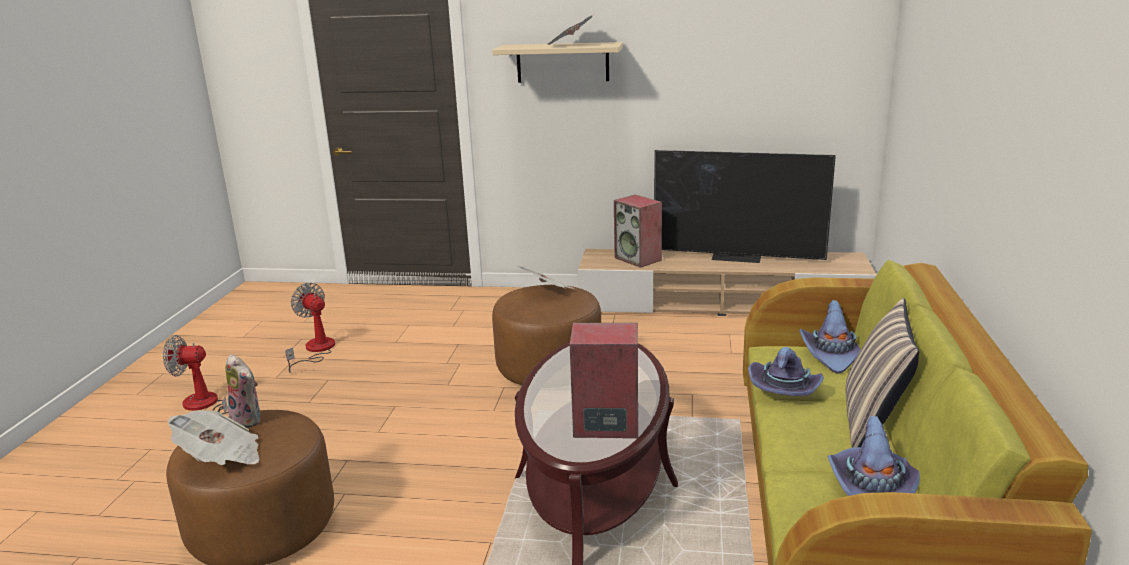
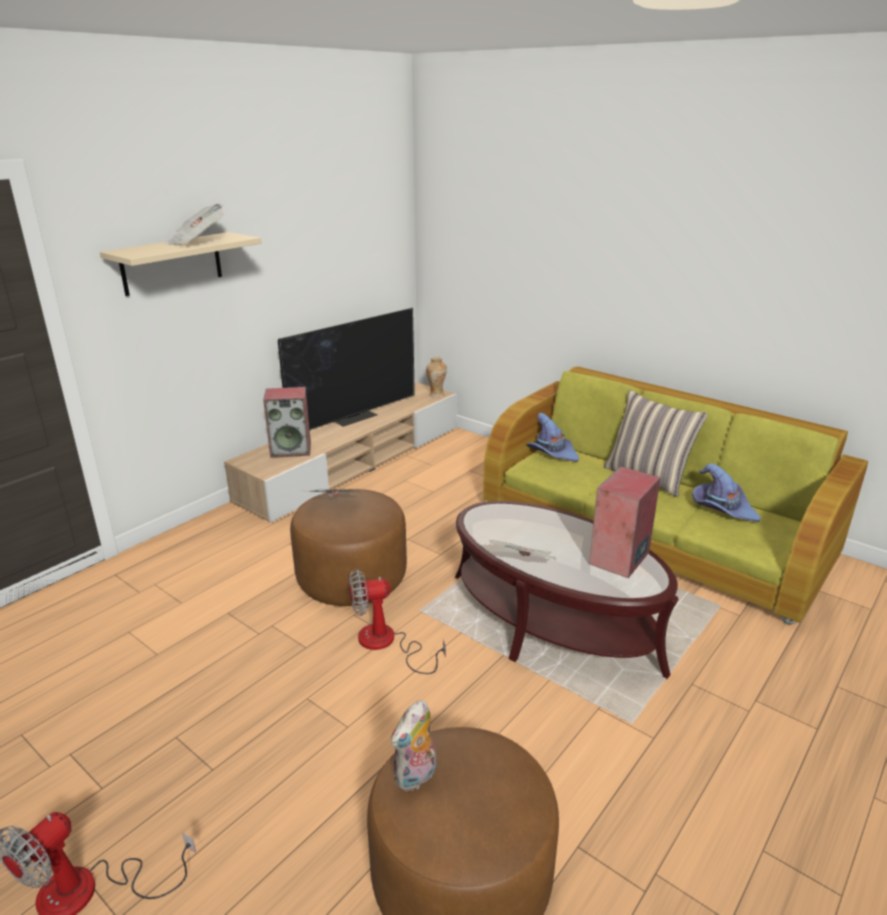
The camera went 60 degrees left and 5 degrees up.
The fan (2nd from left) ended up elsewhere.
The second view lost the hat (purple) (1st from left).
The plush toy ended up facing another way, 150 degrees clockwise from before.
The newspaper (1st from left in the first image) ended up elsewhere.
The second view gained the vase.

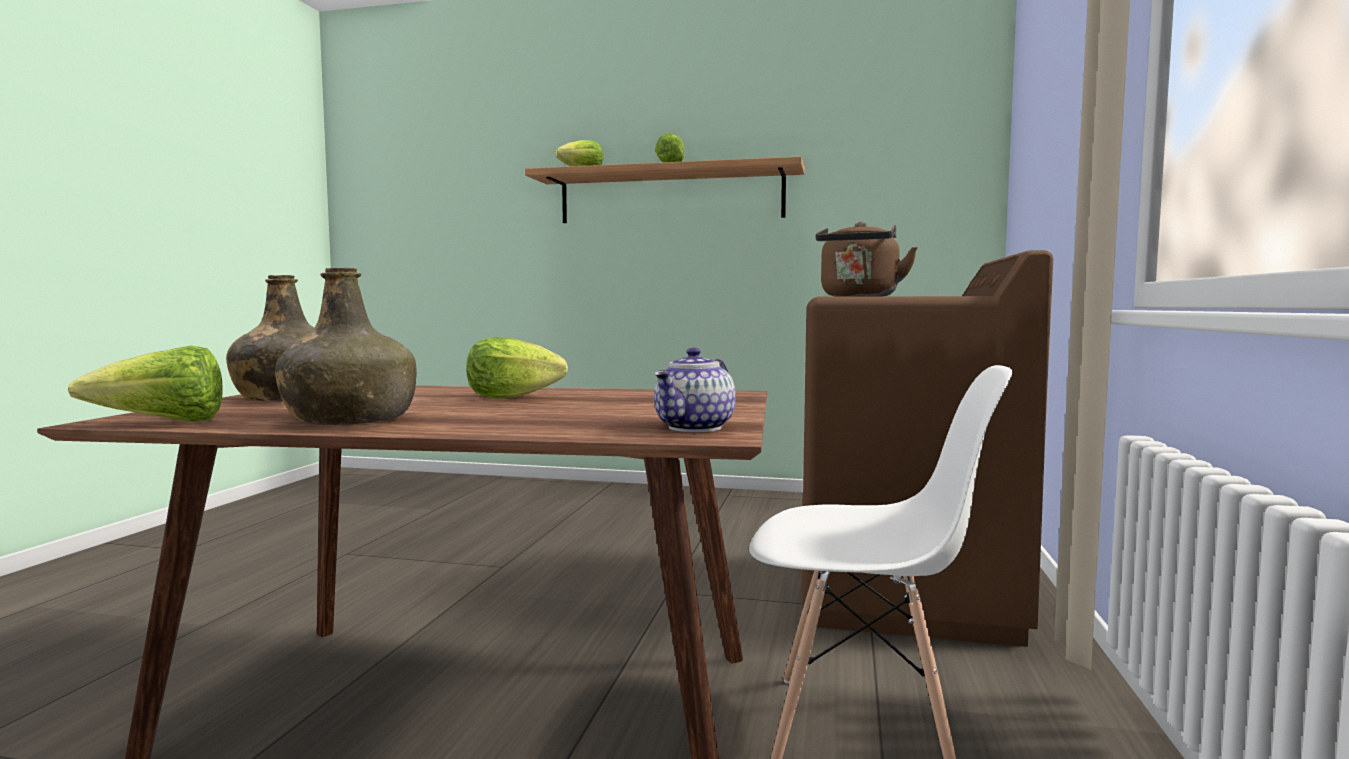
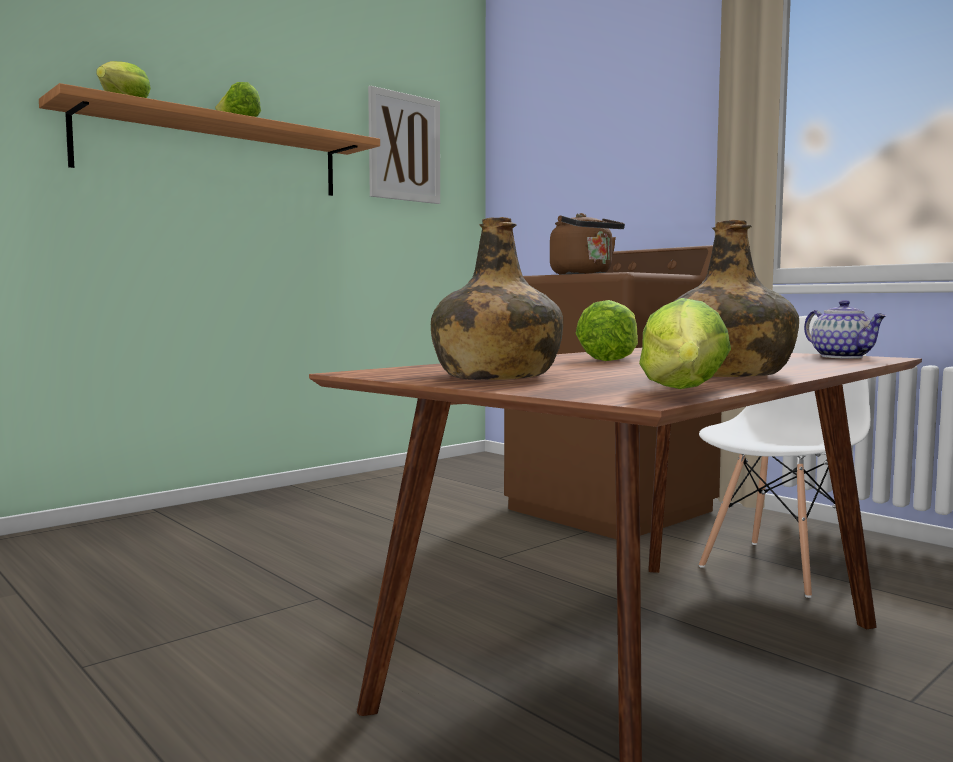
The camera went 55 degrees left and 0 degrees up.
The second view gained the picture.

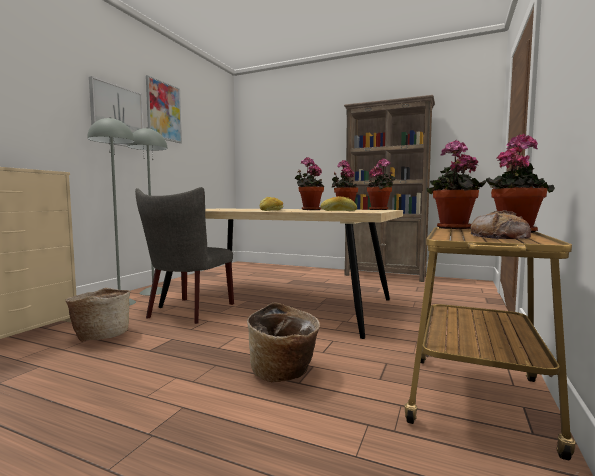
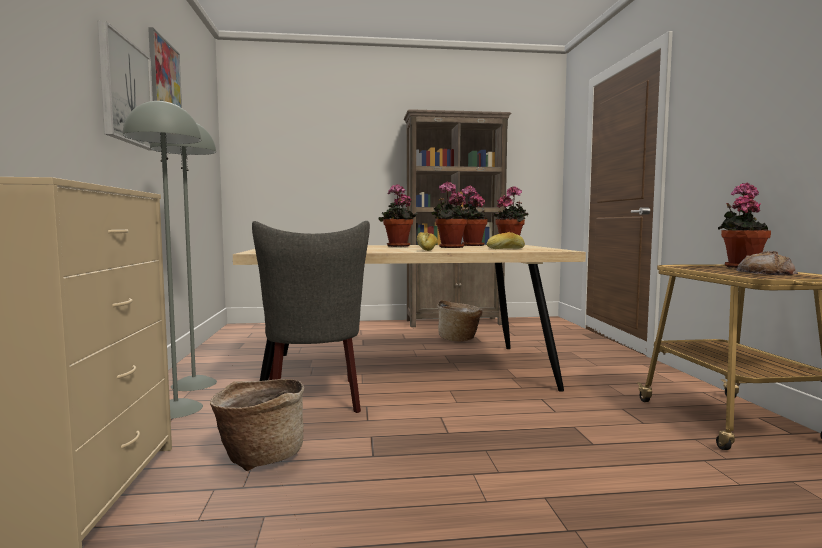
The camera went 30 degrees left and 0 degrees up.
The potted plant (4th from left in the first image) ended up elsewhere.
The basket (2nd from left) ended up elsewhere.

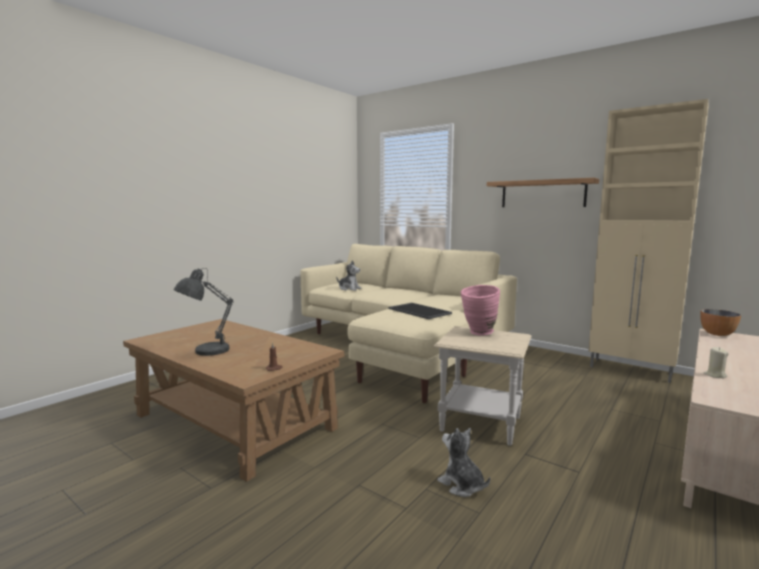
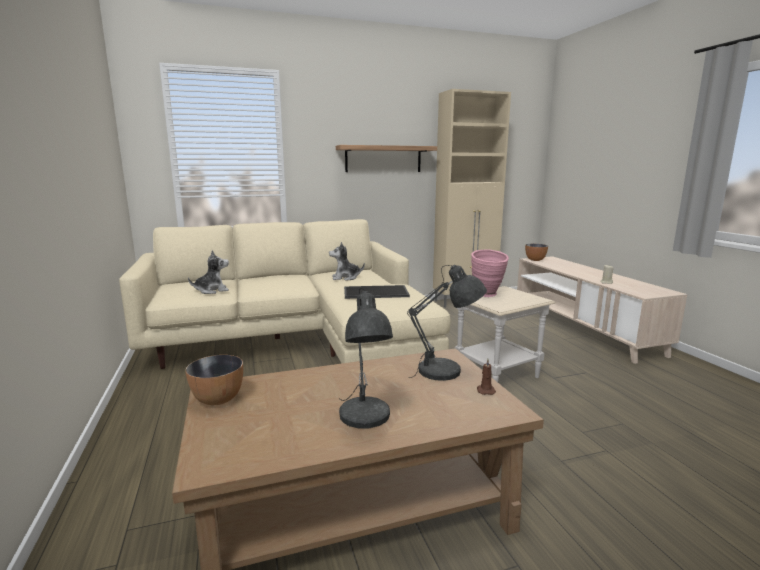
The camera went 55 degrees left and 5 degrees up.
The plush toy (2nd from left) ended up elsewhere.
The second view gained the table lamp (grey) (2nd from left).
The second view gained the bowl (1st from left).

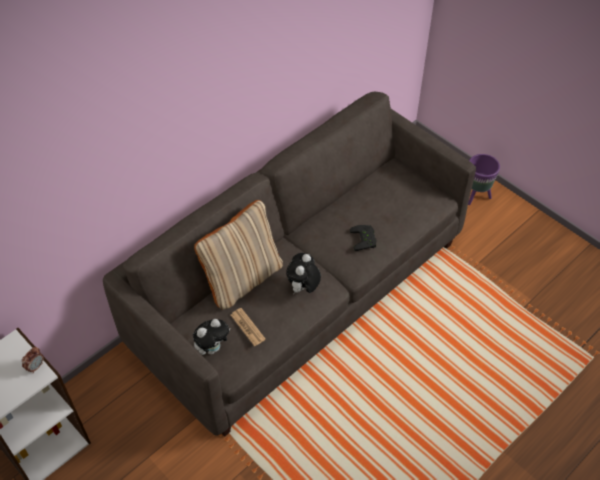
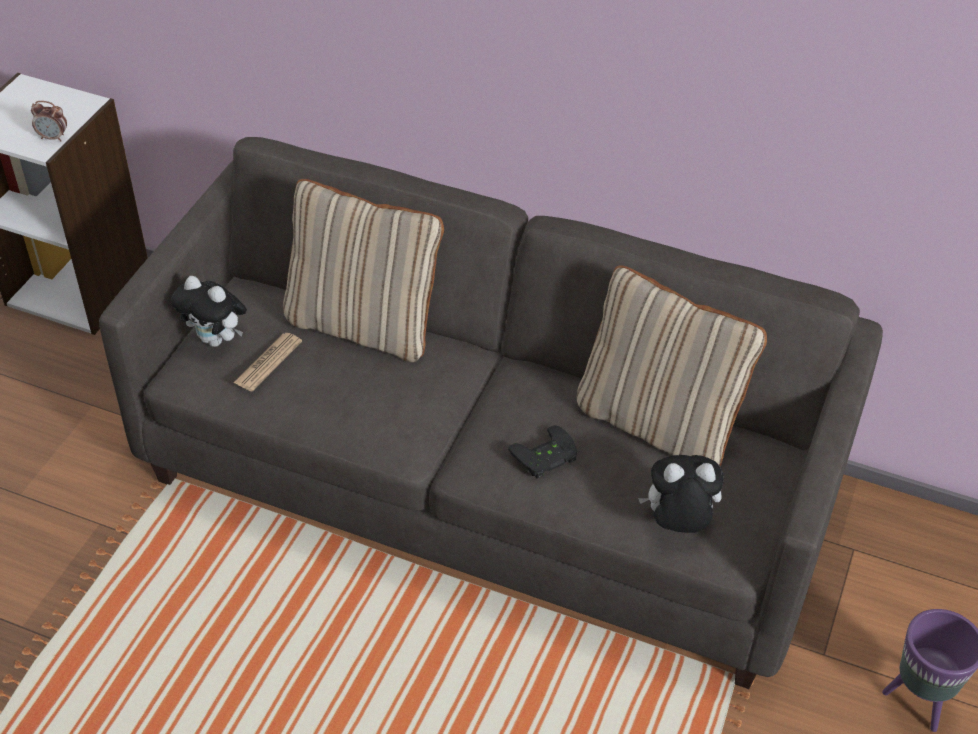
The camera went 65 degrees right and 5 degrees down.
The plush toy (2nd from left) ended up elsewhere.
The second view gained the pillow (beige) (2nd from left).

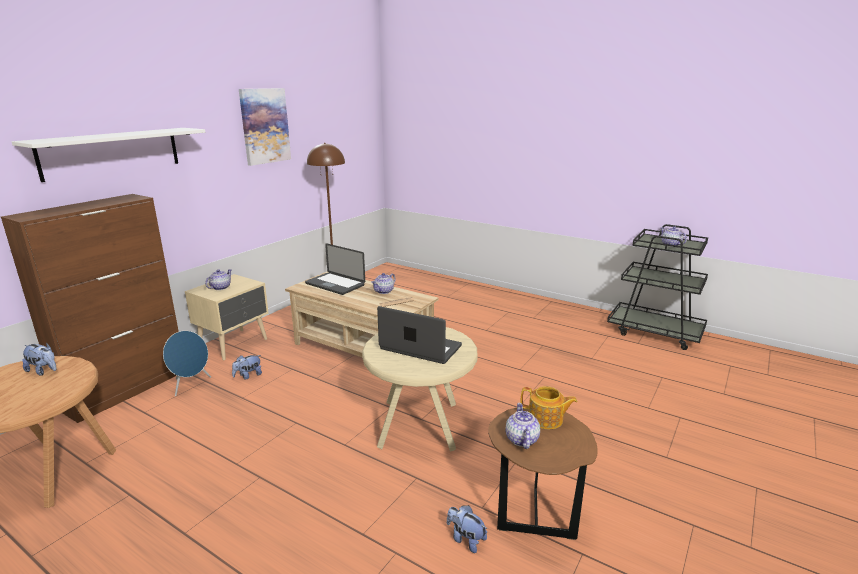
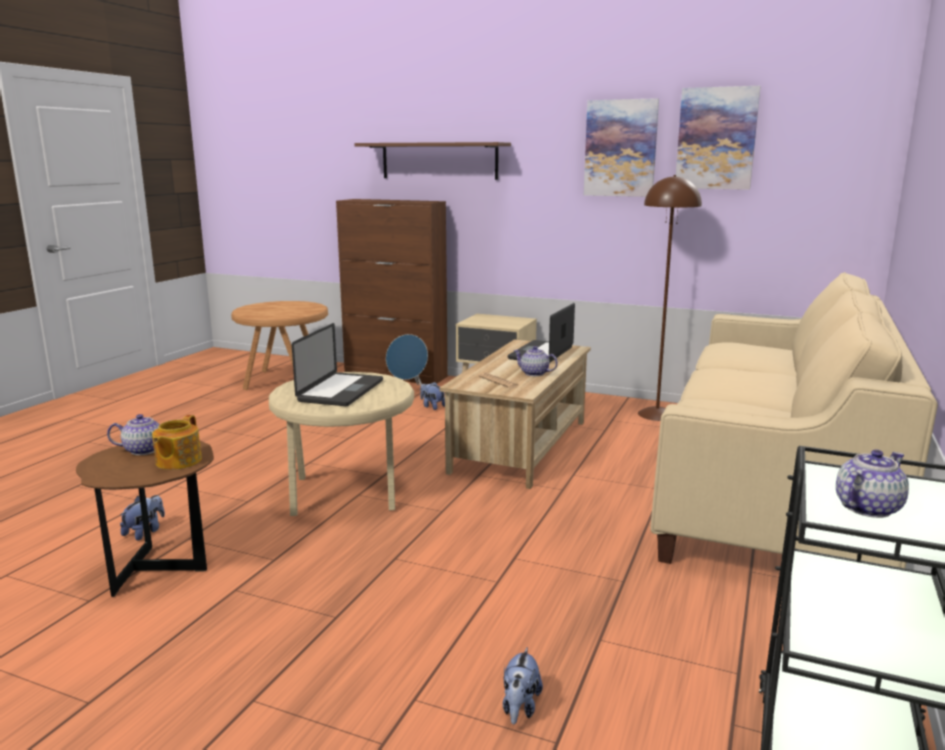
The camera went 80 degrees right and 5 degrees down.
What was the shelf (white) turned into the shelf (brown).
The second view lost the teapot (1st from left).
The plush toy (1st from left in the first image) ended up elsewhere.
The second view gained the picture (2nd from left).
The second view gained the sofa (beige).

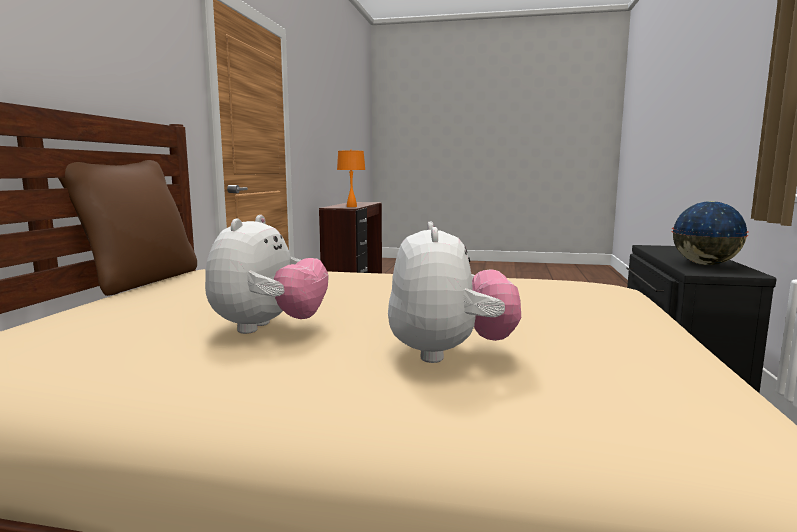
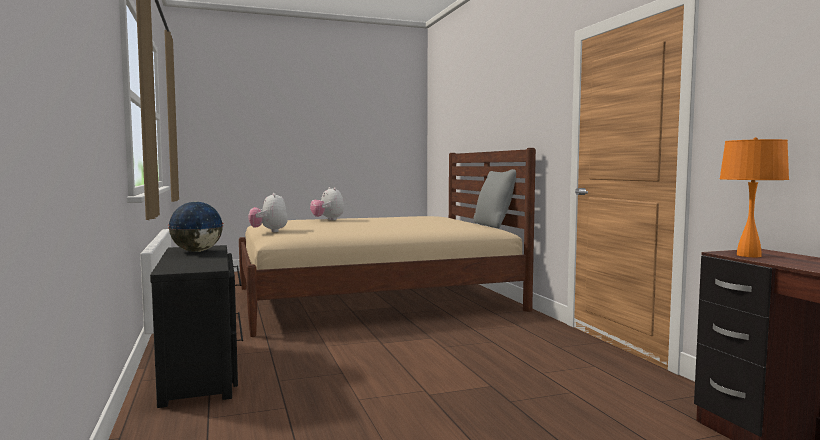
The camera went 150 degrees right and 5 degrees down.
What was the pillow (brown) turned into the pillow (grey).
The plush toy (1st from left) ended up elsewhere.

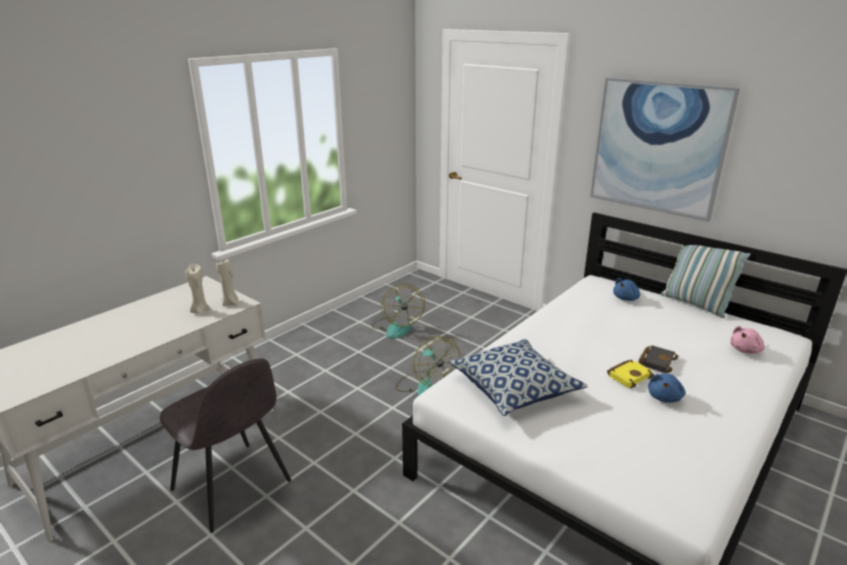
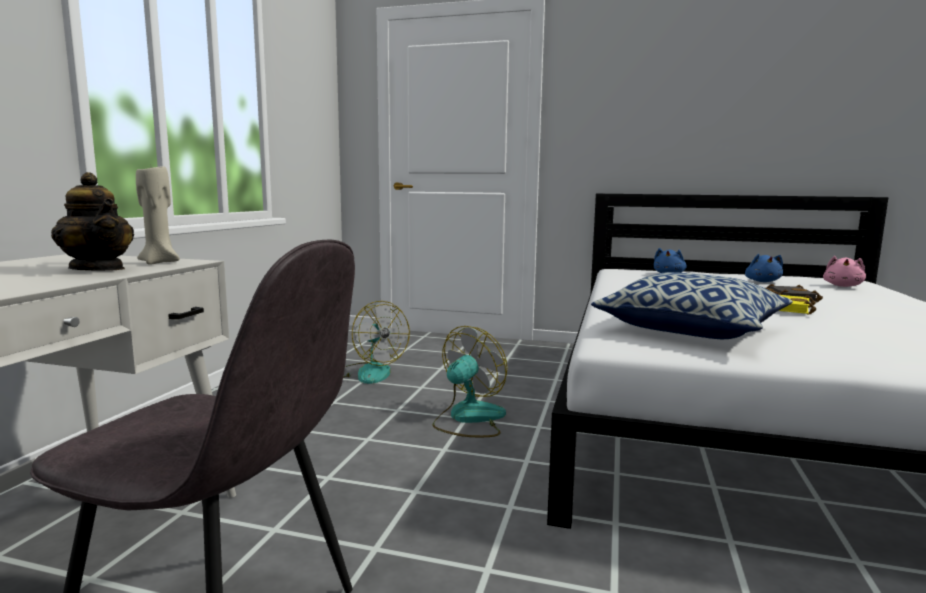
The camera went 25 degrees left and 15 degrees down.
The second view lost the picture.
The second view lost the pillow (2nd from left).
Where the candle (beige) (1st from left) stood, the teapot came to stand.
The fan (2nd from left) ended up facing another way, 90 degrees counterclockwise from before.
The plush toy (blue) (2nd from left) ended up elsewhere.

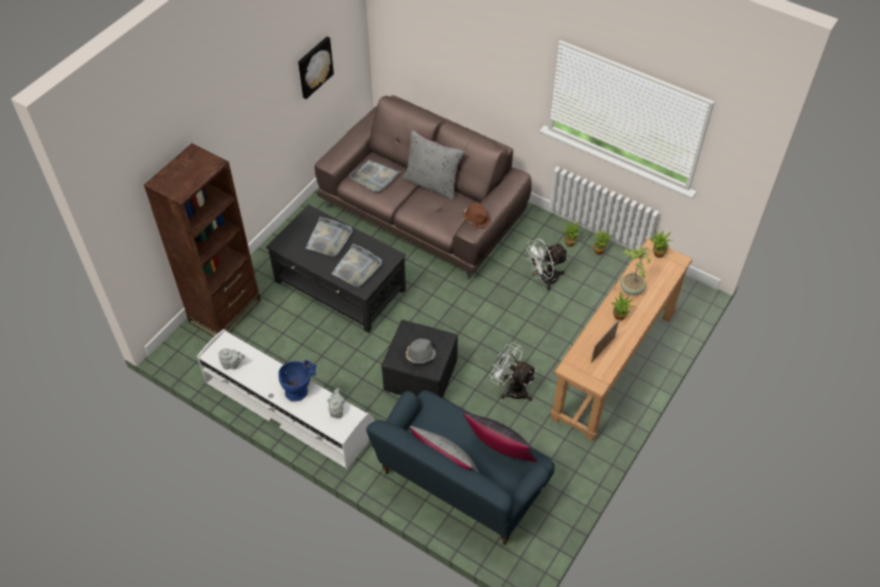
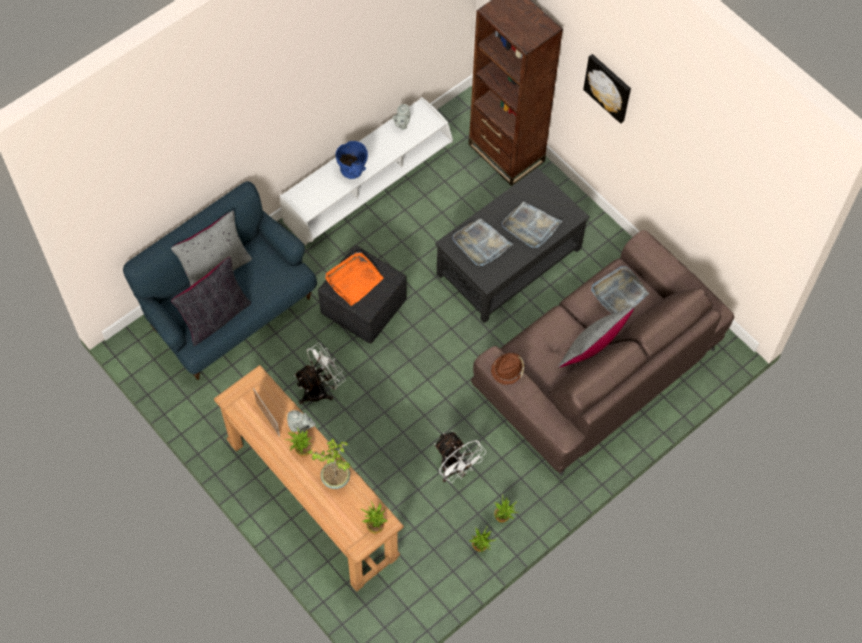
The camera went 105 degrees right and 10 degrees up.
The picture ended up elsewhere.
The fan (white) (2nd from left) ended up facing another way, 150 degrees clockwise from before.
Where the hat (grey) stood, the tray (orange) came to stand.
The teapot (grey) (2nd from left in the first image) ended up elsewhere.

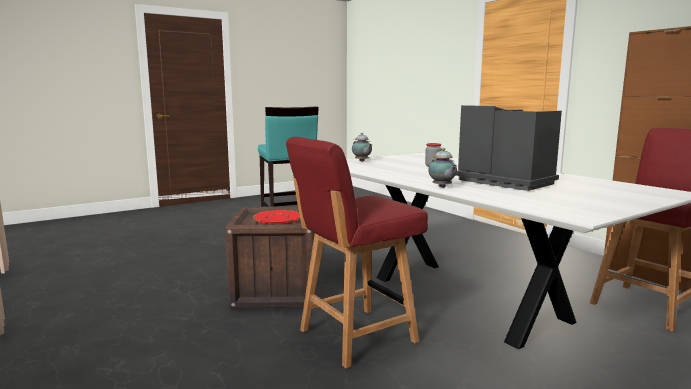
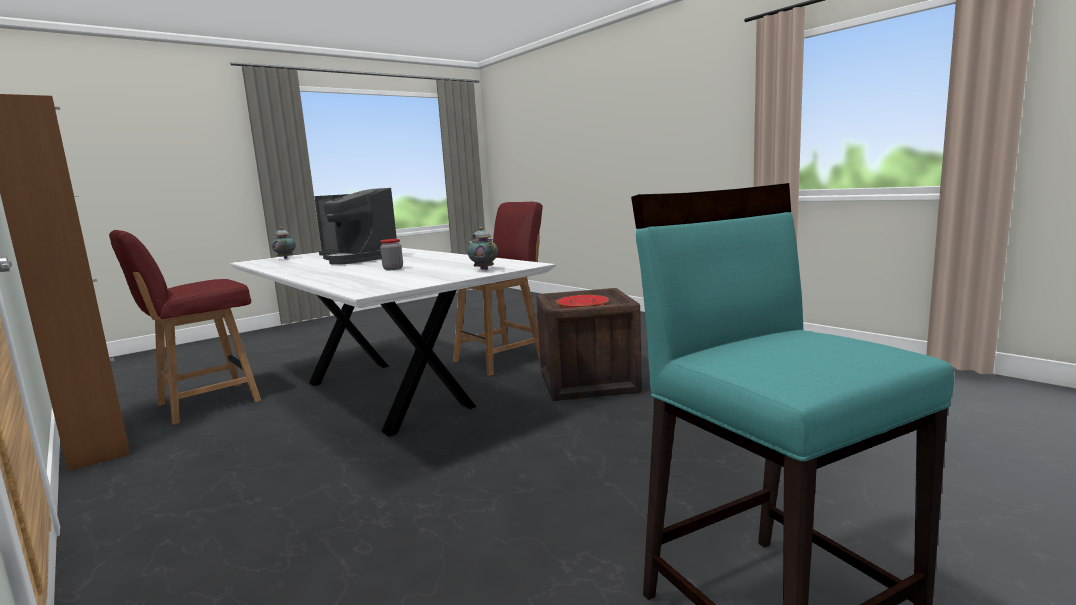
The camera went 175 degrees right and 0 degrees up.
The teapot (2nd from left in the first image) ended up elsewhere.

